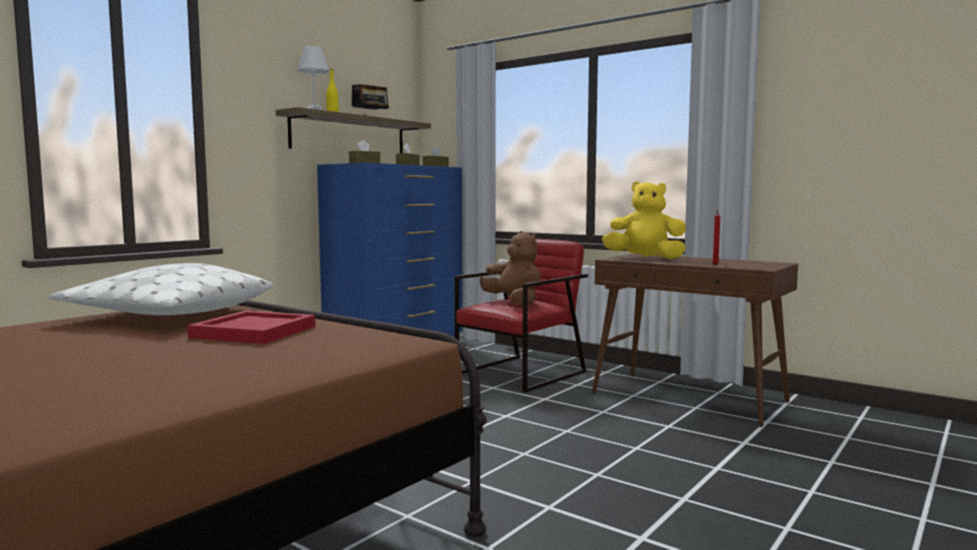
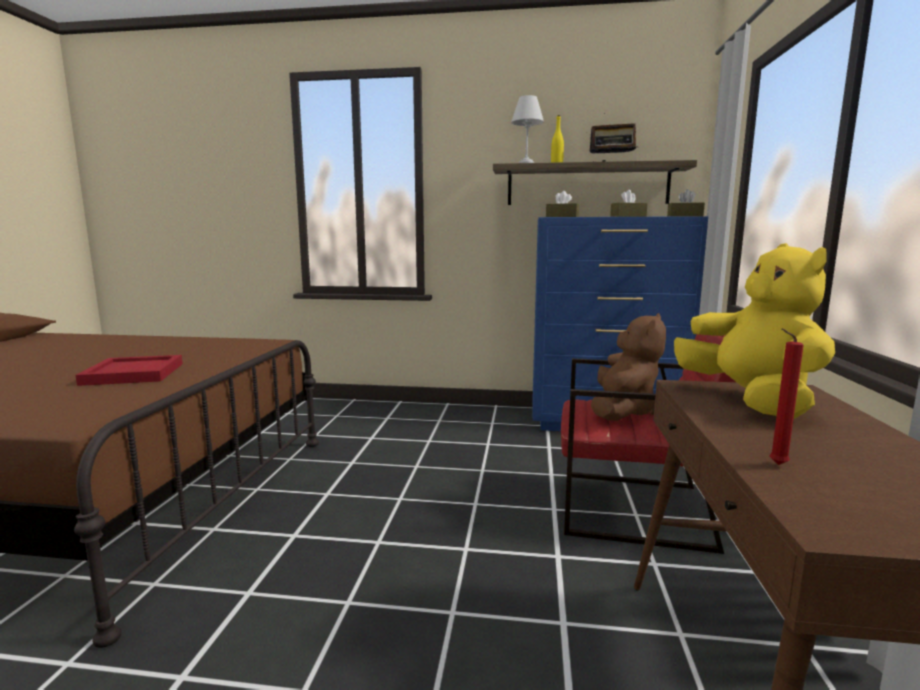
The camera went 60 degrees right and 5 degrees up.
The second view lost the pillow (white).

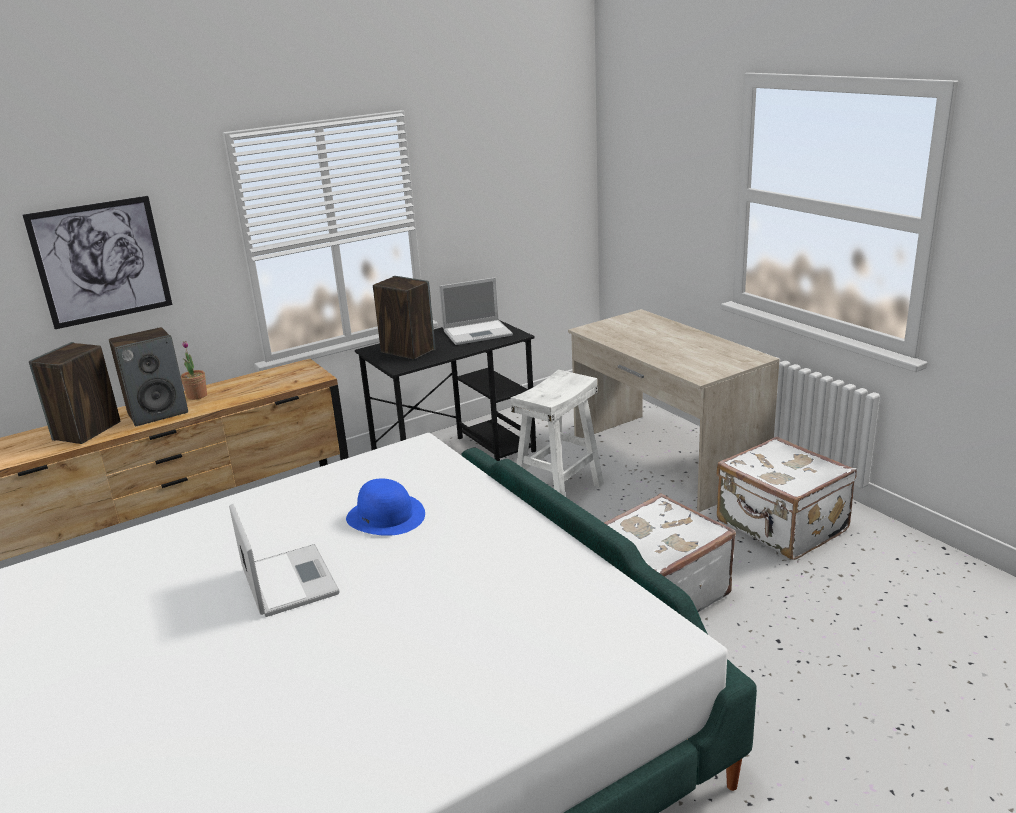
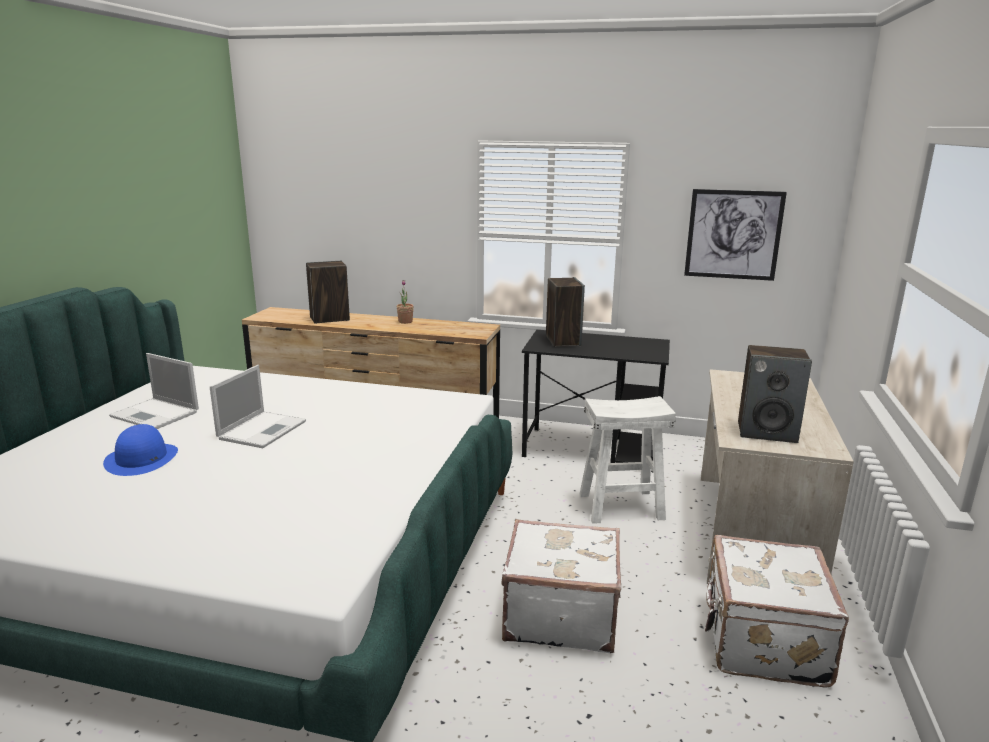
The camera went 45 degrees right and 5 degrees down.
The picture ended up elsewhere.
The laptop (2nd from left in the first image) ended up elsewhere.
The speaker (2nd from left in the first image) ended up elsewhere.
The hat (blue) ended up elsewhere.

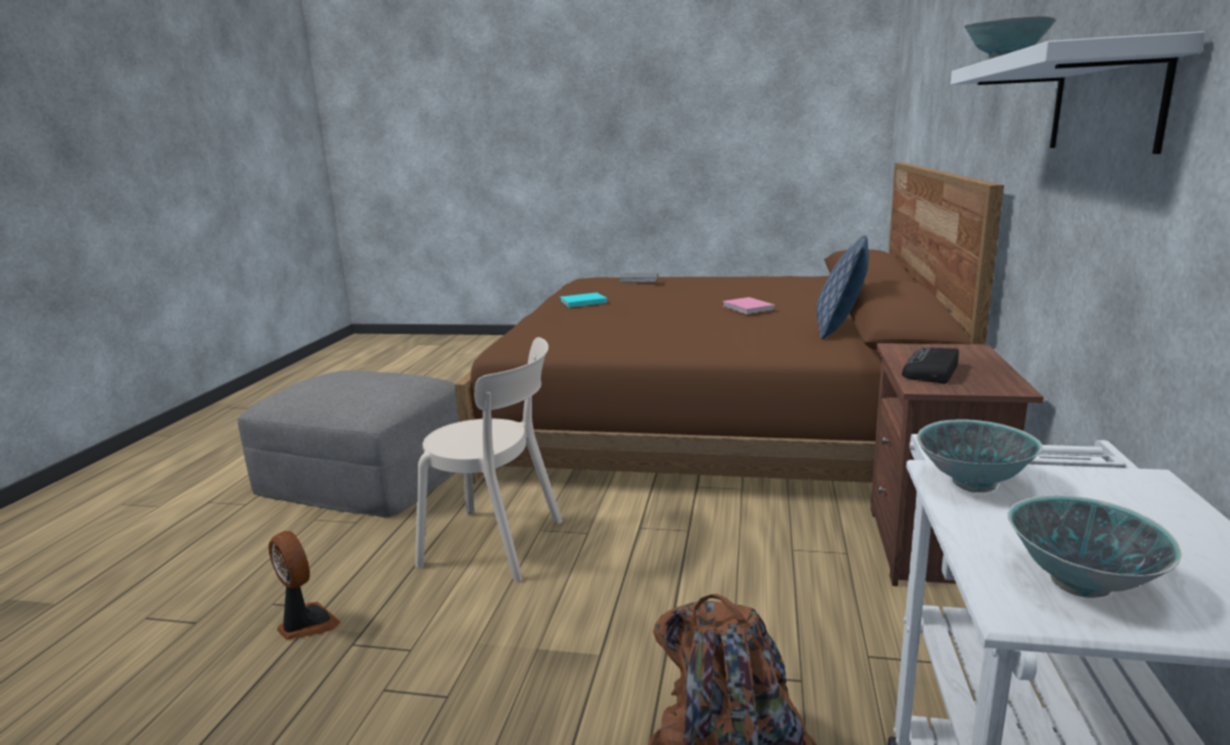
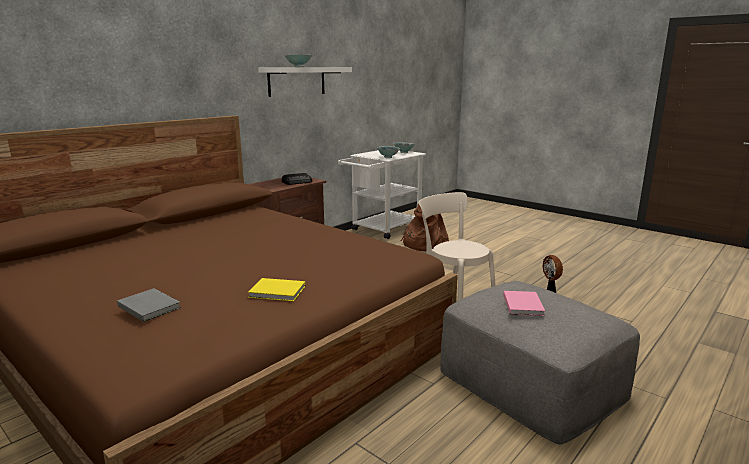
The camera went 150 degrees left and 0 degrees up.
The second view lost the pillow.
What was the book (turquoise) turned into the book (yellow).
The book (pink) ended up elsewhere.

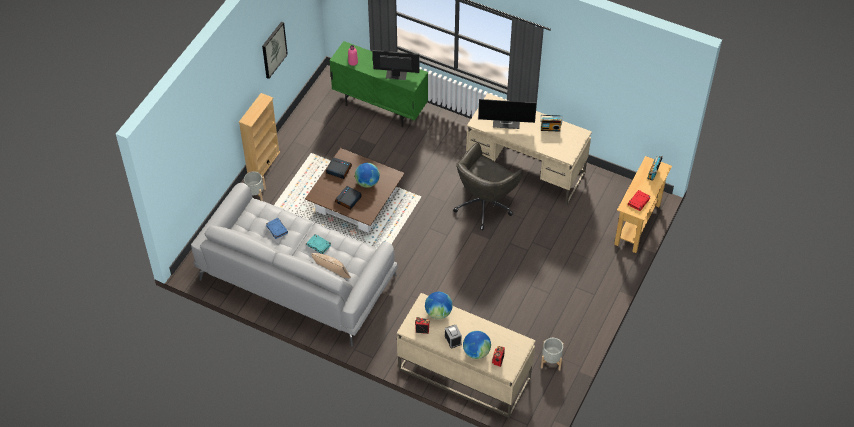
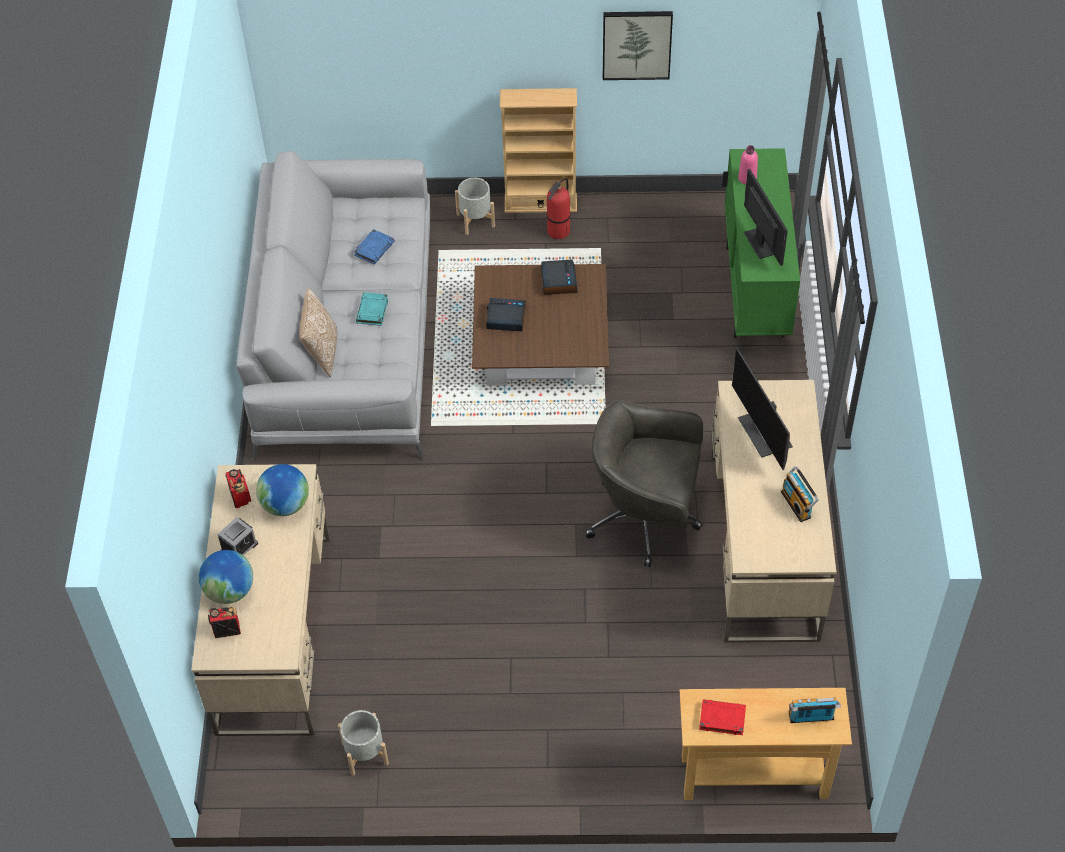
The camera went 65 degrees right and 0 degrees up.
The second view lost the globe (1st from left).
The second view gained the fire extinguisher.

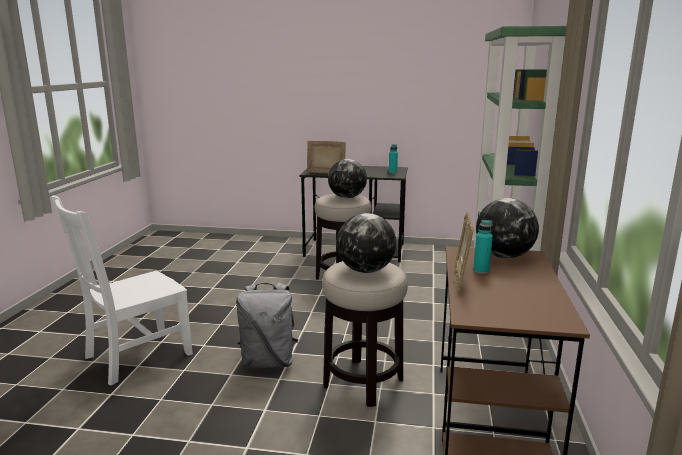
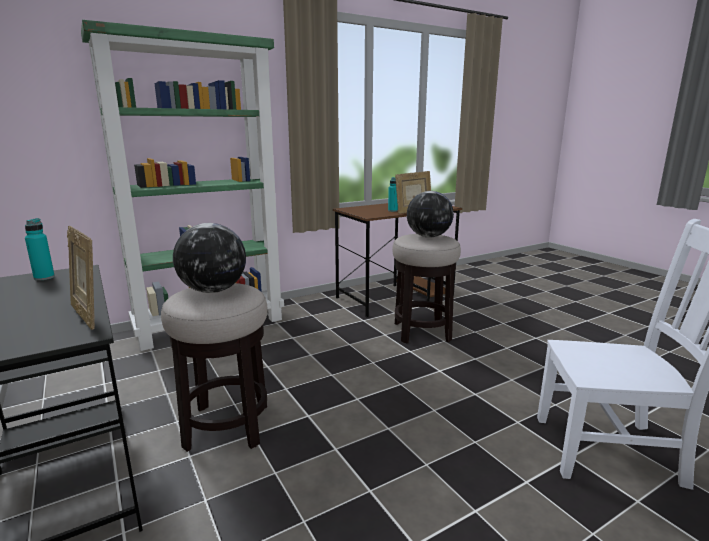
The camera went 130 degrees left and 0 degrees up.
The second view lost the globe (3rd from left).
The second view lost the backpack (grey).

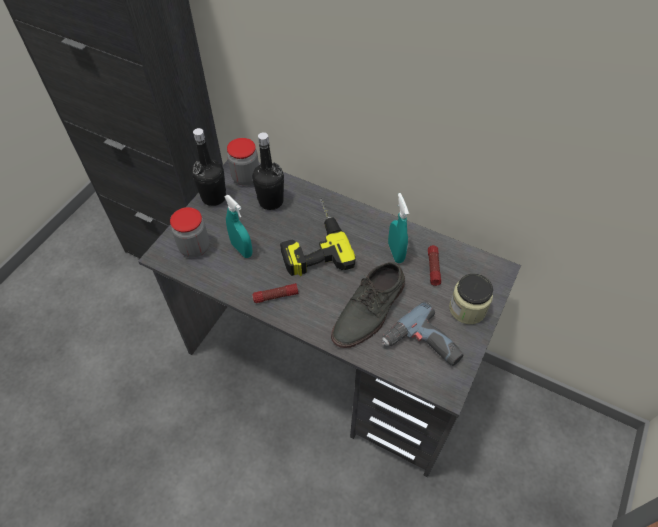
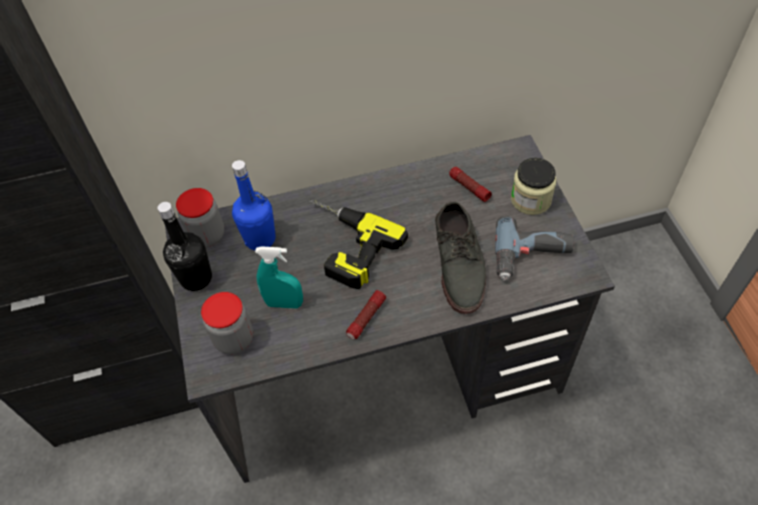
The camera went 40 degrees left and 0 degrees up.
What was the bottle (black) (2nd from left) turned into the bottle (blue).
The second view lost the spray bottle (turquoise) (2nd from left).

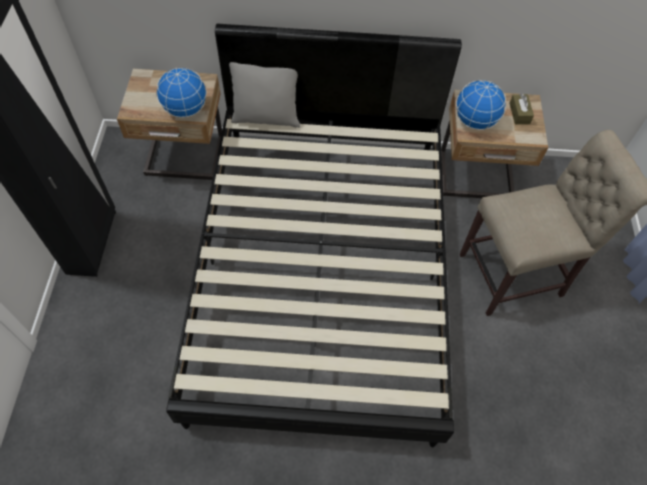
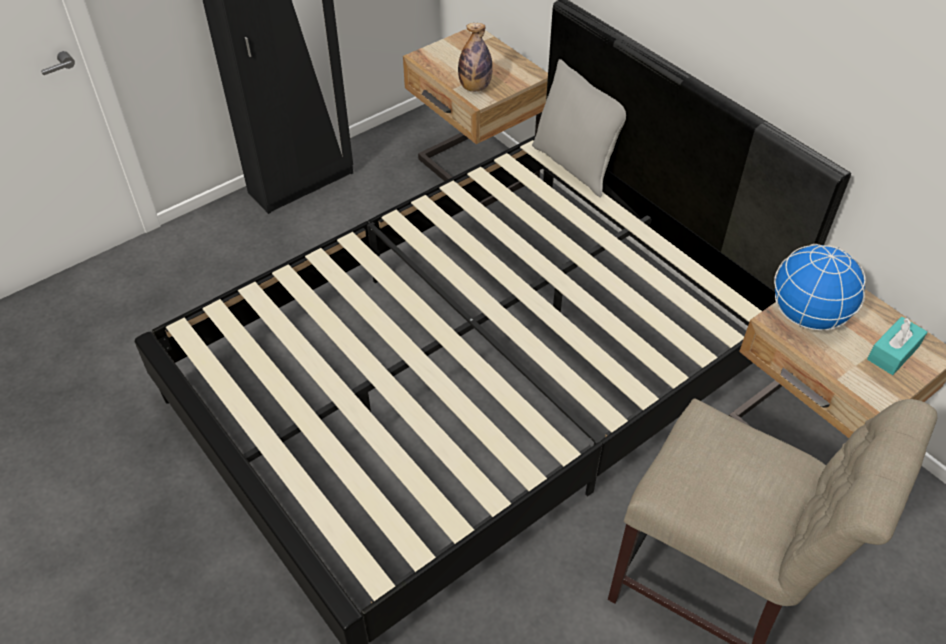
The camera went 50 degrees right and 10 degrees down.
Where the globe (1st from left) stood, the bottle came to stand.
What was the tissue box (brown) turned into the tissue box (turquoise).

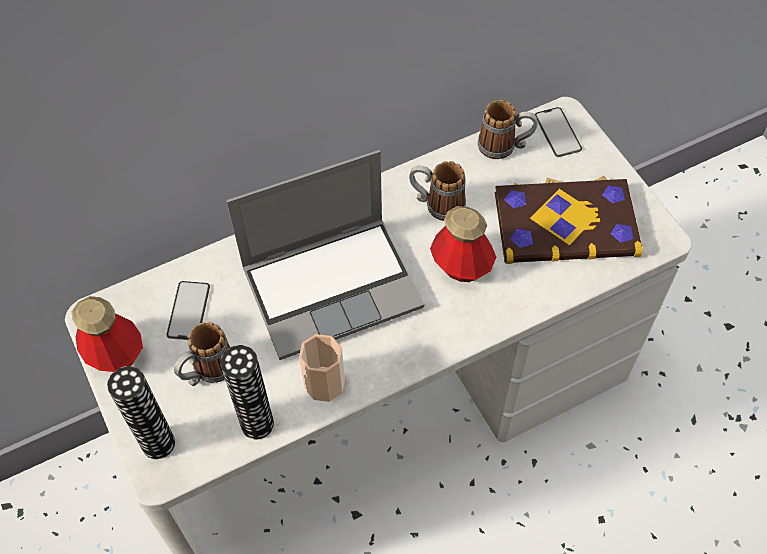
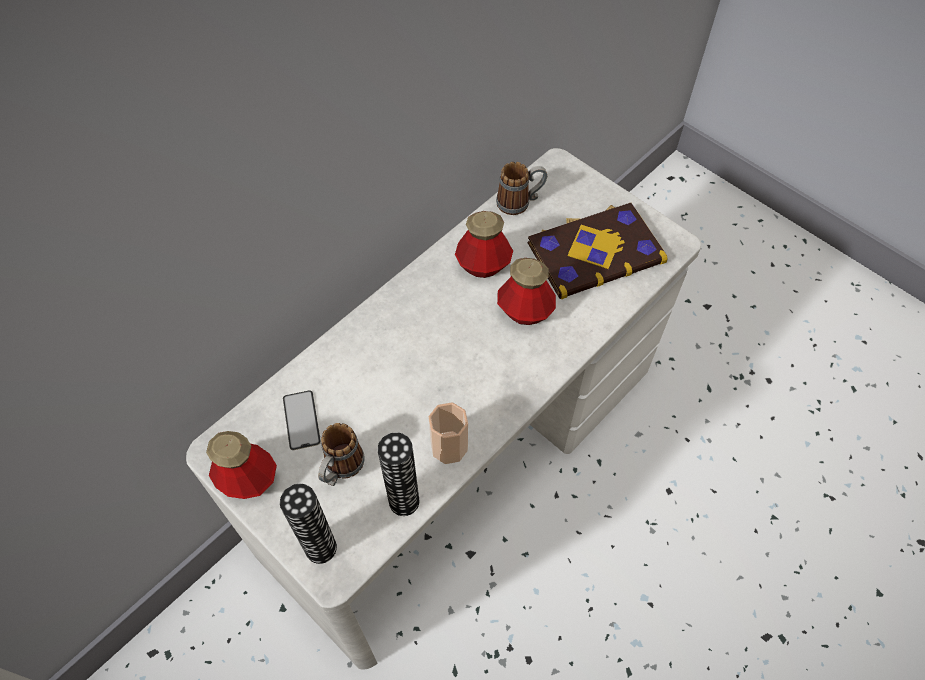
The camera went 20 degrees left and 0 degrees up.
The second view lost the phone (2nd from left).
The second view lost the laptop.
Where the mug (2nd from left) stood, the bottle (2nd from left) came to stand.

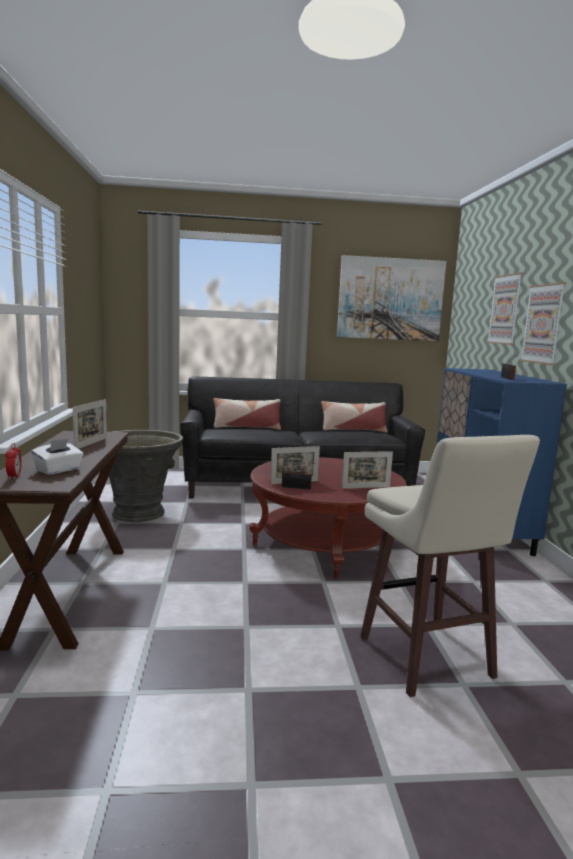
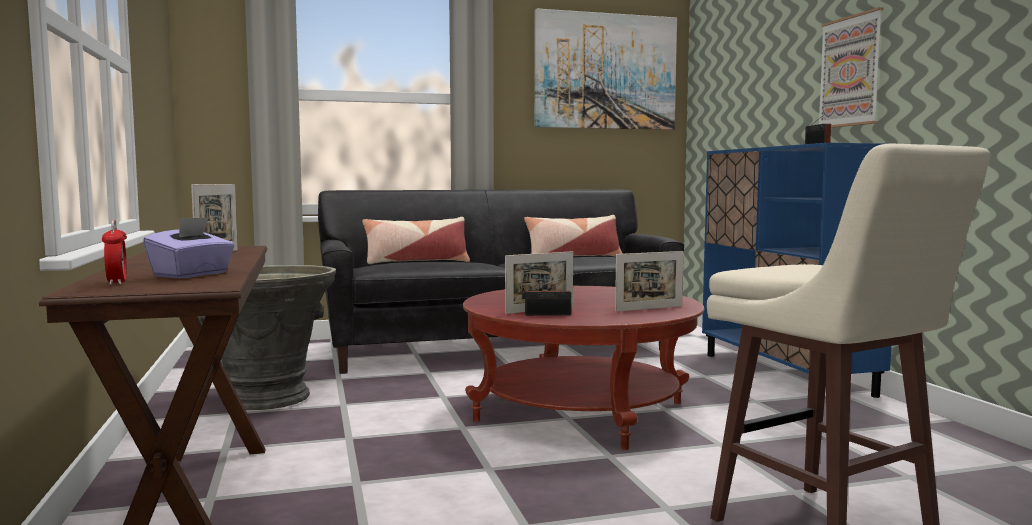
The camera went 10 degrees left and 5 degrees down.
The second view lost the picture (2nd from left).
What was the tissue box (white) turned into the tissue box (purple).

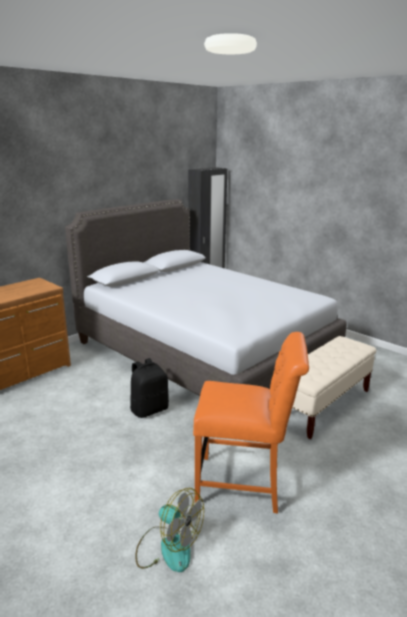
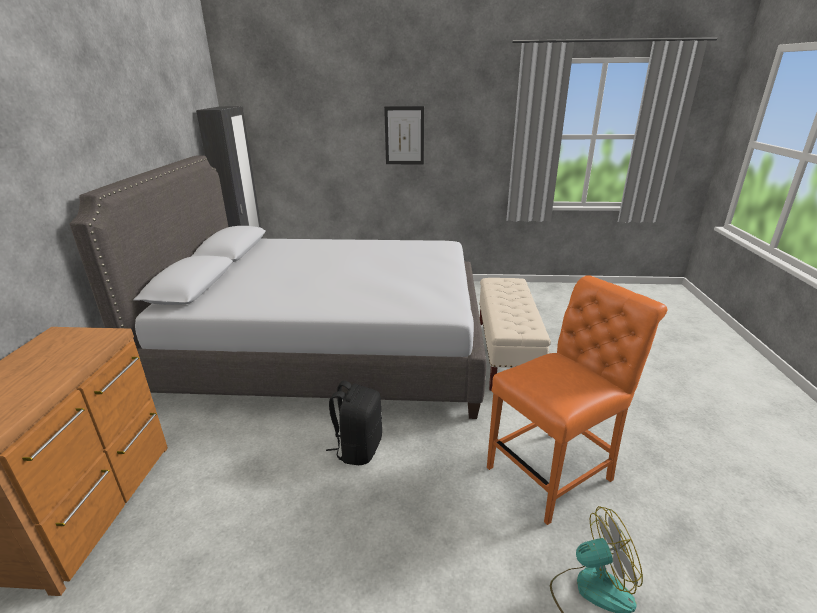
The camera went 40 degrees left and 5 degrees up.
The second view gained the picture.

